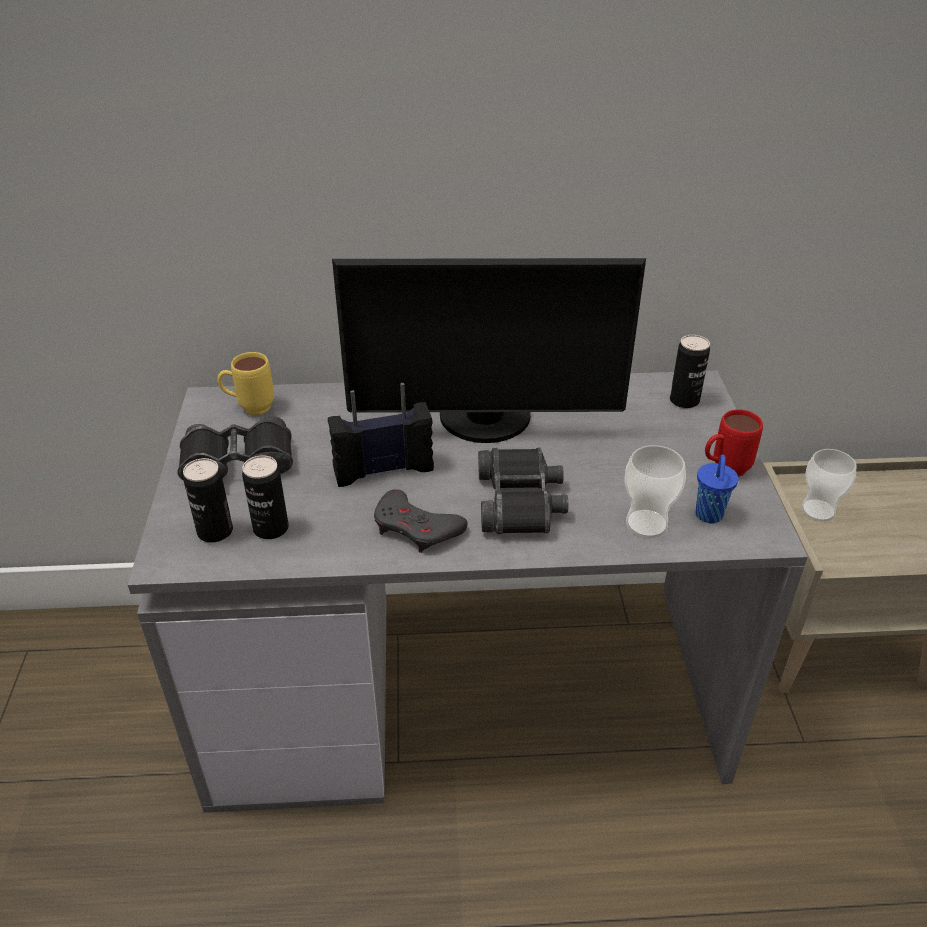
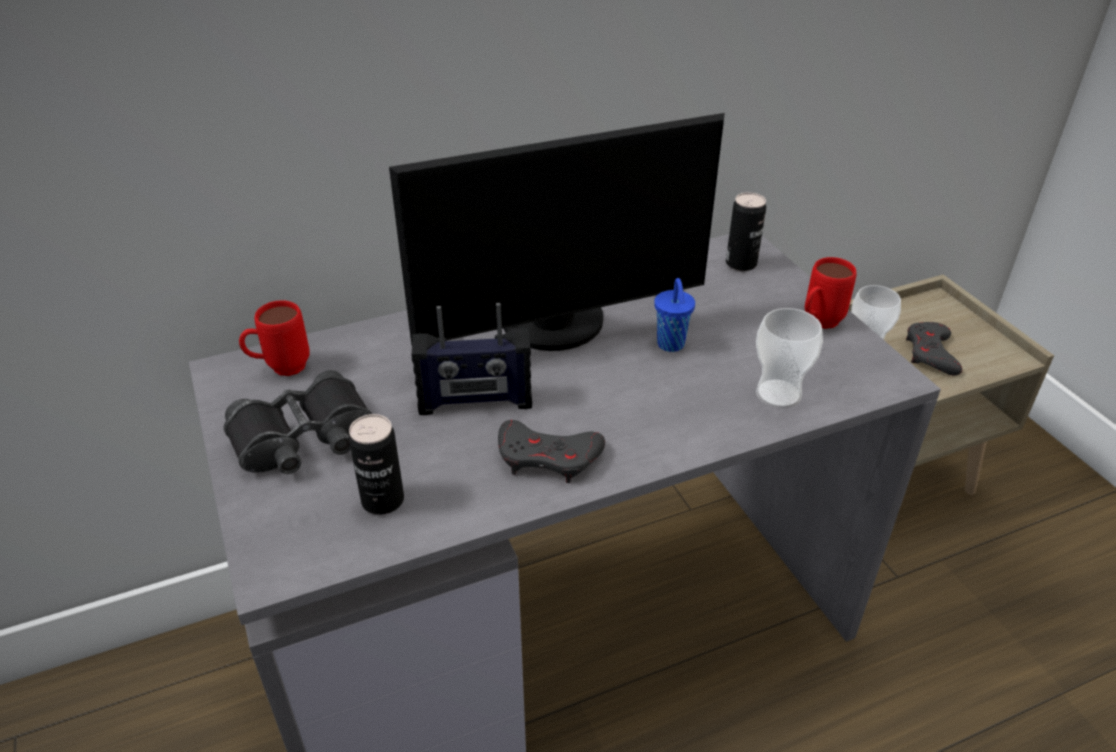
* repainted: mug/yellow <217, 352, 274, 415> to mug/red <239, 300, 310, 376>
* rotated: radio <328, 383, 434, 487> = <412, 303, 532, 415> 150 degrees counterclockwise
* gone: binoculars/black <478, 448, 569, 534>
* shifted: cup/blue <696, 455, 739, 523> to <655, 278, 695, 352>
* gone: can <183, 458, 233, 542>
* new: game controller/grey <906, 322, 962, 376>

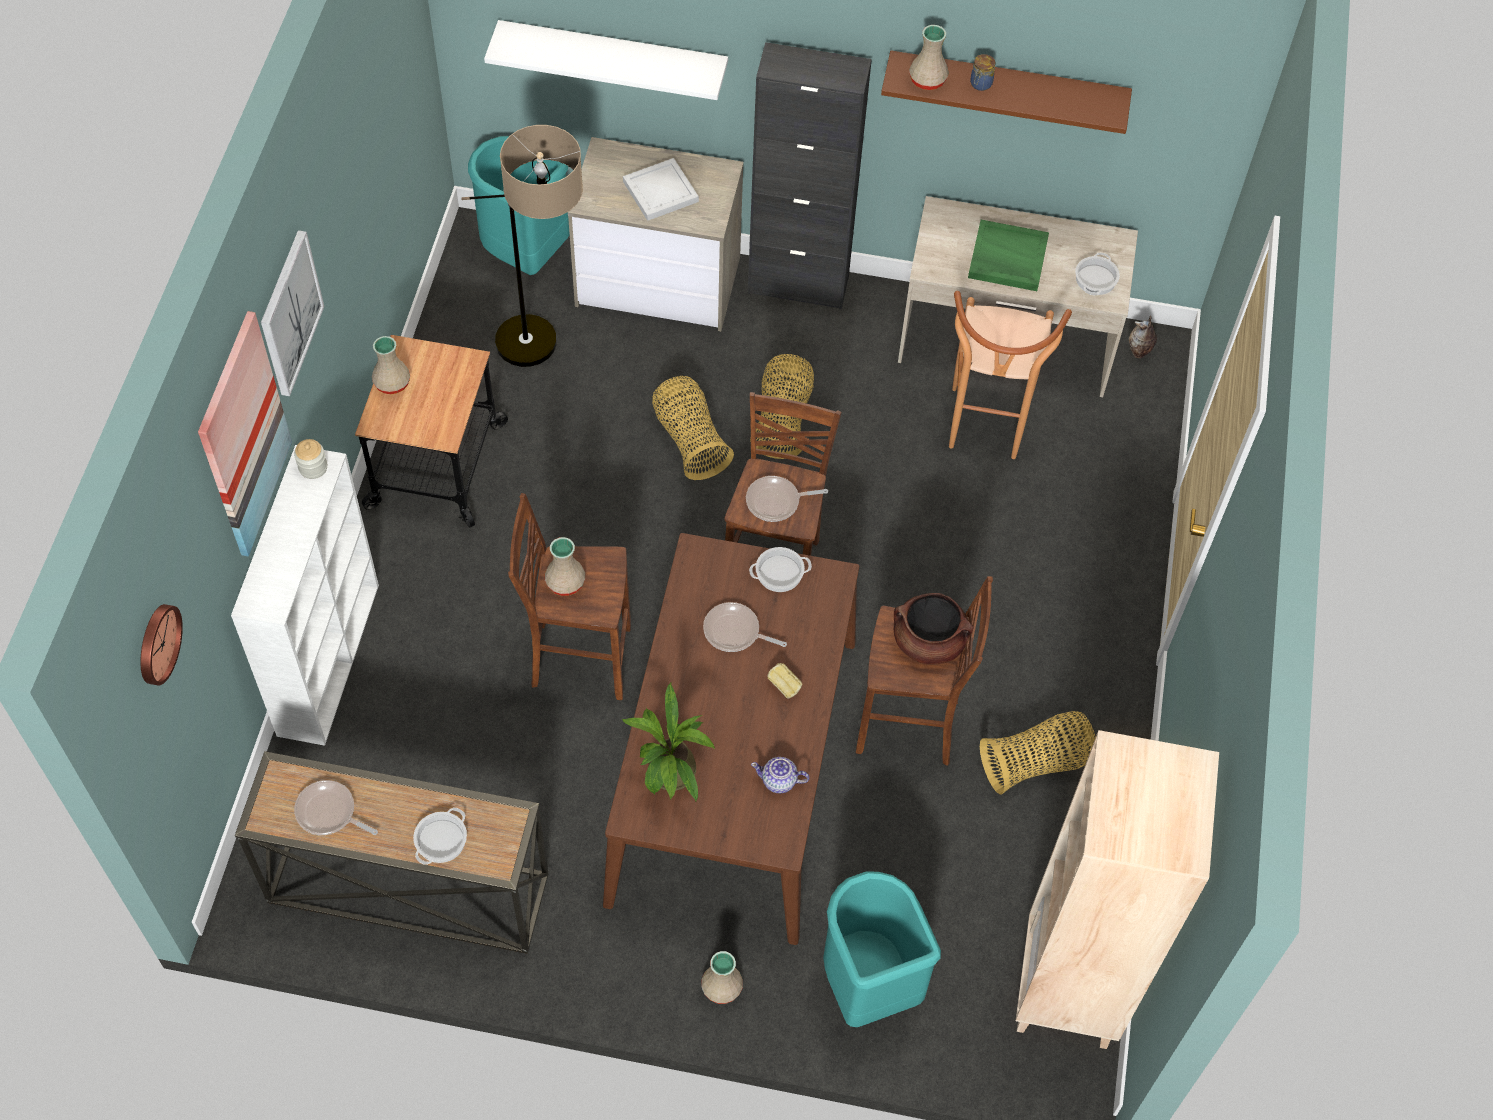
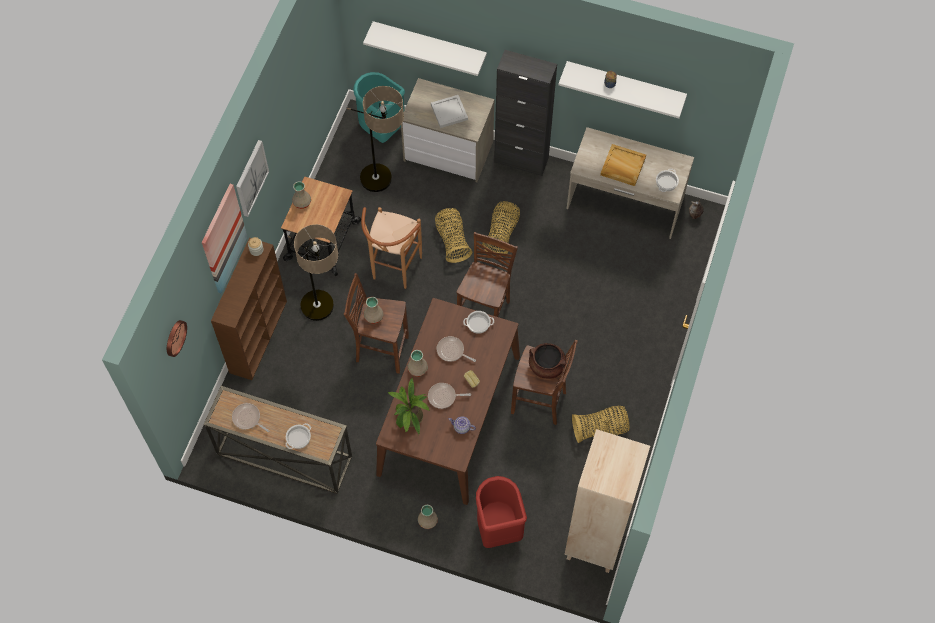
* shifted: vase/beige <909, 25, 949, 90> to <408, 350, 428, 377>
* repainted: shelf/brown <881, 50, 1132, 134> to shelf/white <558, 61, 687, 118>
* repainted: tray/green <968, 220, 1049, 291> to tray/beige <600, 144, 646, 186>
* shifted: stool/brown <949, 291, 1072, 459> to <361, 207, 422, 289>
* repainted: bookcase/white <231, 445, 379, 746> to bookcase/brown <211, 238, 287, 380>
* shifted: frying pan <746, 476, 828, 522> to <428, 383, 471, 409>
* repainted: trash can/turquoise <823, 871, 941, 1027> to trash can/red <476, 476, 527, 548>
* new: floor lamp <288, 224, 338, 321>

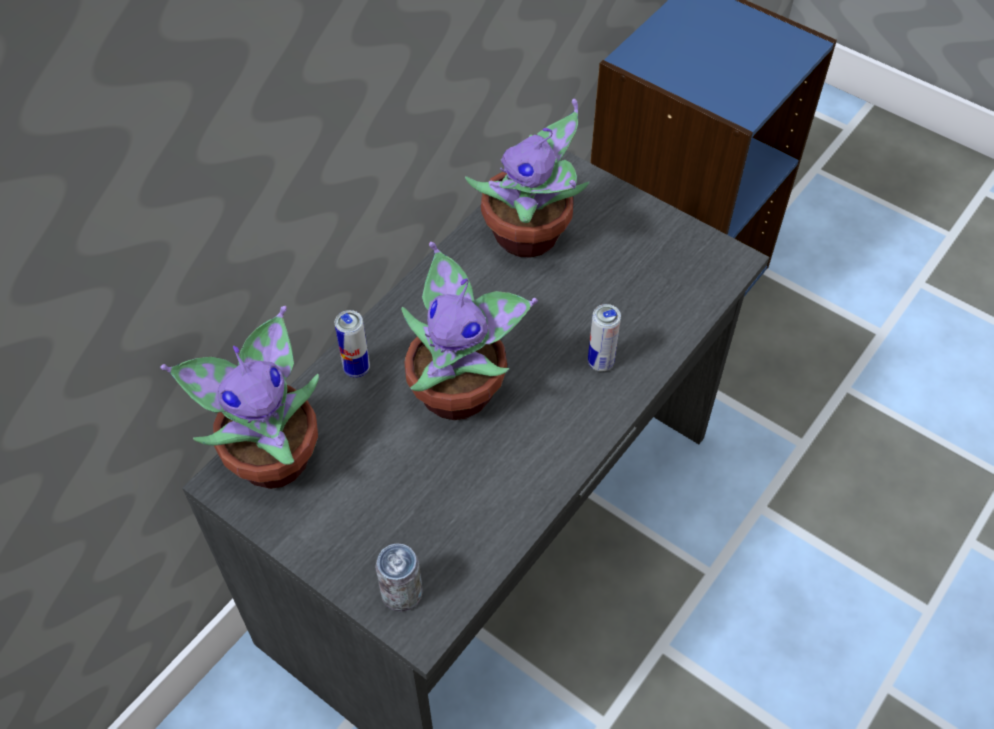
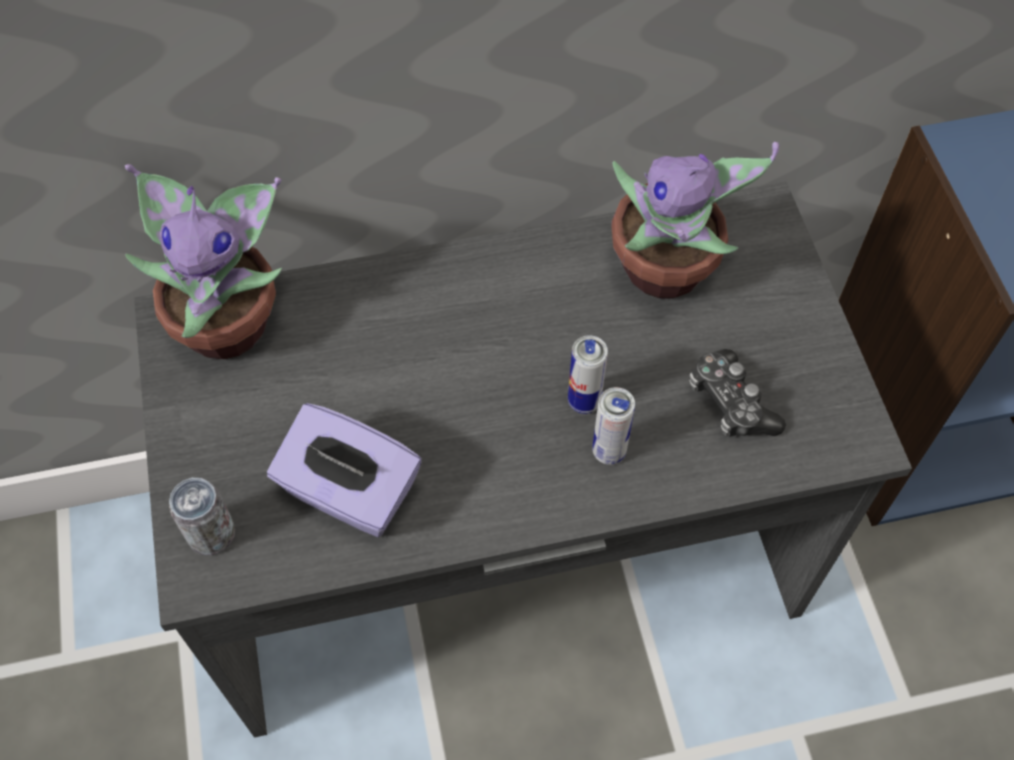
* gone: potted plant <401, 242, 538, 420>
* shifted: can <335, 310, 370, 378> to <568, 335, 608, 414>
* new: game controller <689, 349, 786, 437>
* new: tissue box/purple <267, 403, 421, 537>

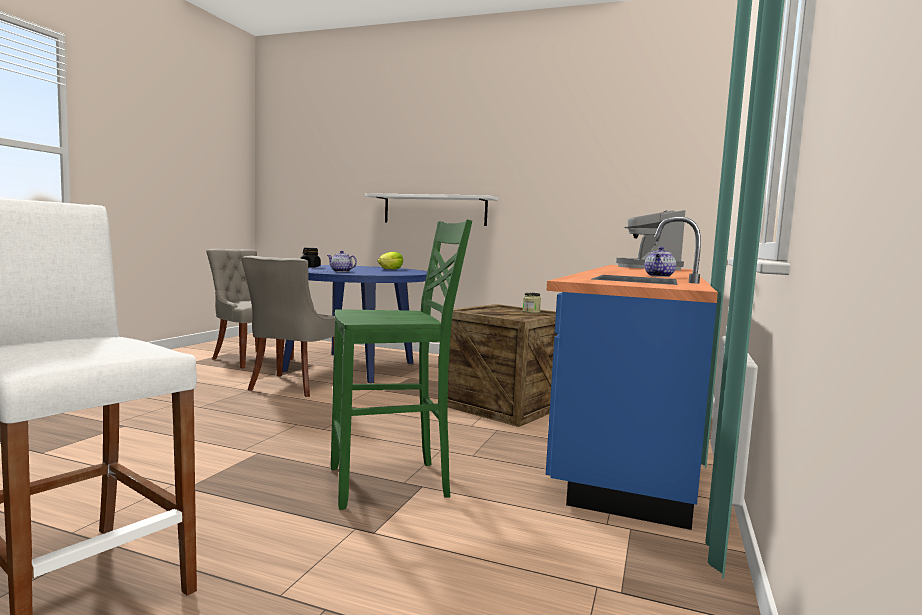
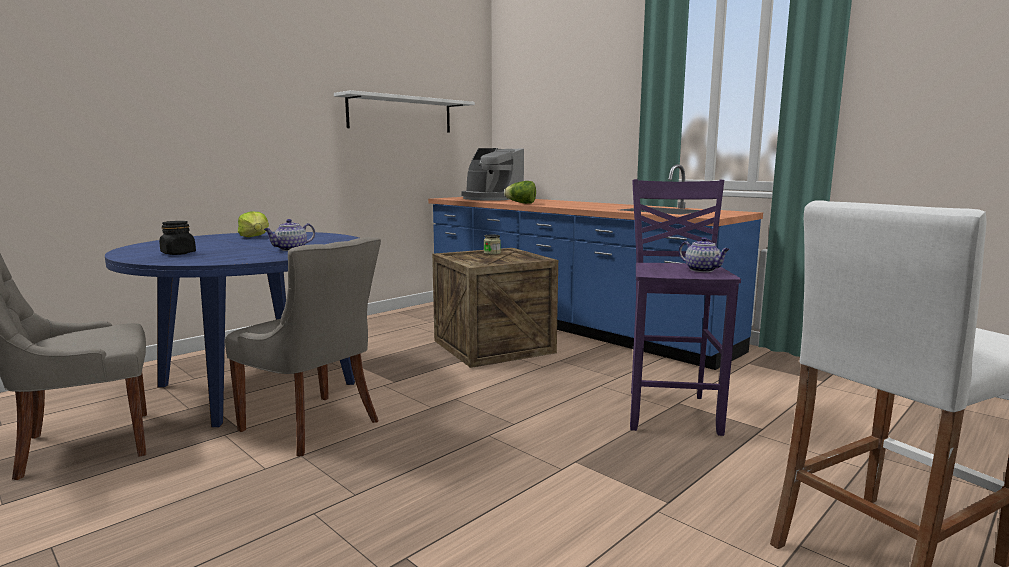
* shifted: shelf/white <365, 193, 498, 226> to <334, 90, 475, 133>
* repainted: stool/green <331, 219, 472, 510> to stool/purple <630, 179, 741, 436>
* shifted: teapot <644, 247, 676, 277> to <679, 237, 730, 272>
* new: lettuce <504, 181, 536, 204>

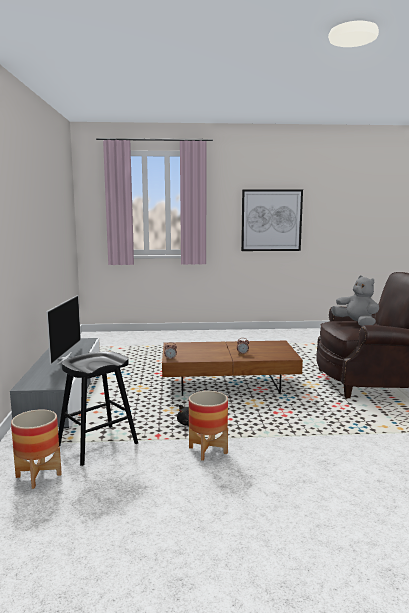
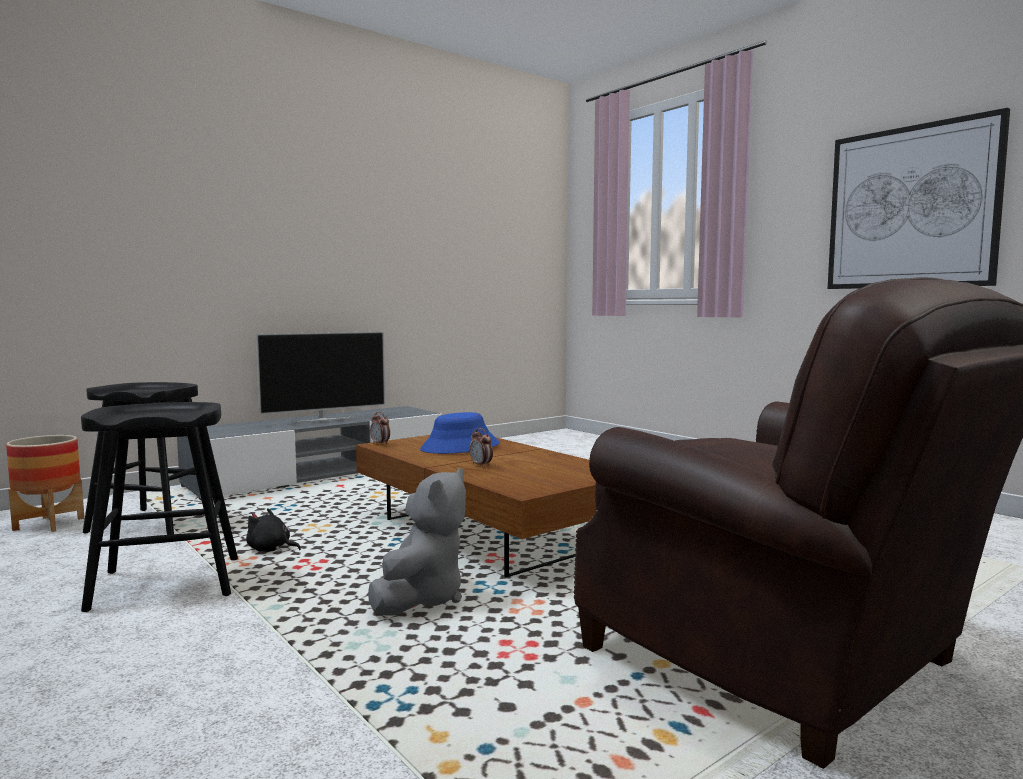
* shifted: plush toy/grey <331, 275, 379, 326> to <368, 468, 466, 615>
* swapped: planter <189, 391, 228, 461> to stool/black <81, 402, 238, 612>
* new: hat/blue <420, 412, 500, 454>

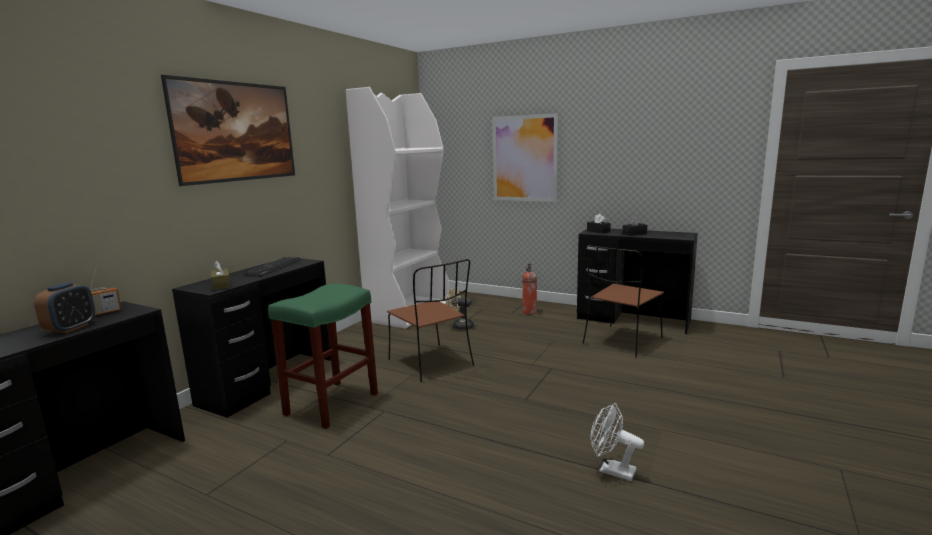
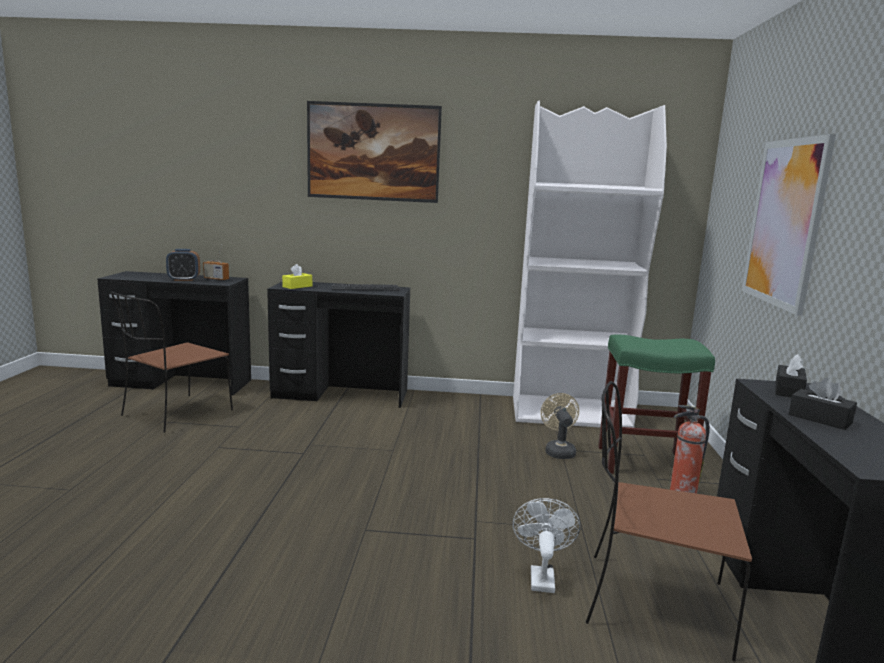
* shifted: chair/brown <387, 259, 474, 382> to <111, 292, 233, 433>
* repainted: tissue box/brown <211, 261, 231, 290> to tissue box/yellow <282, 264, 312, 289>
* shifted: stool/green <268, 284, 378, 429> to <598, 334, 715, 474>
* shifted: fan/white <591, 403, 644, 481> to <513, 498, 580, 593>

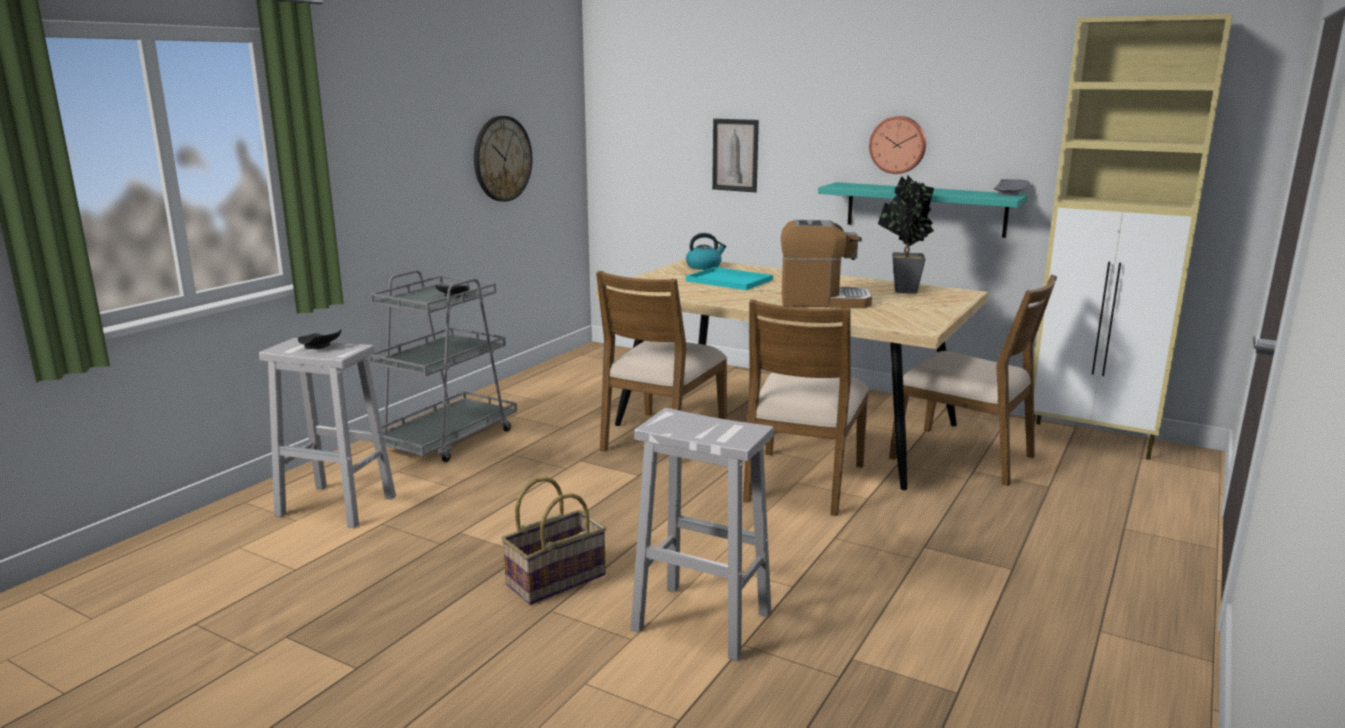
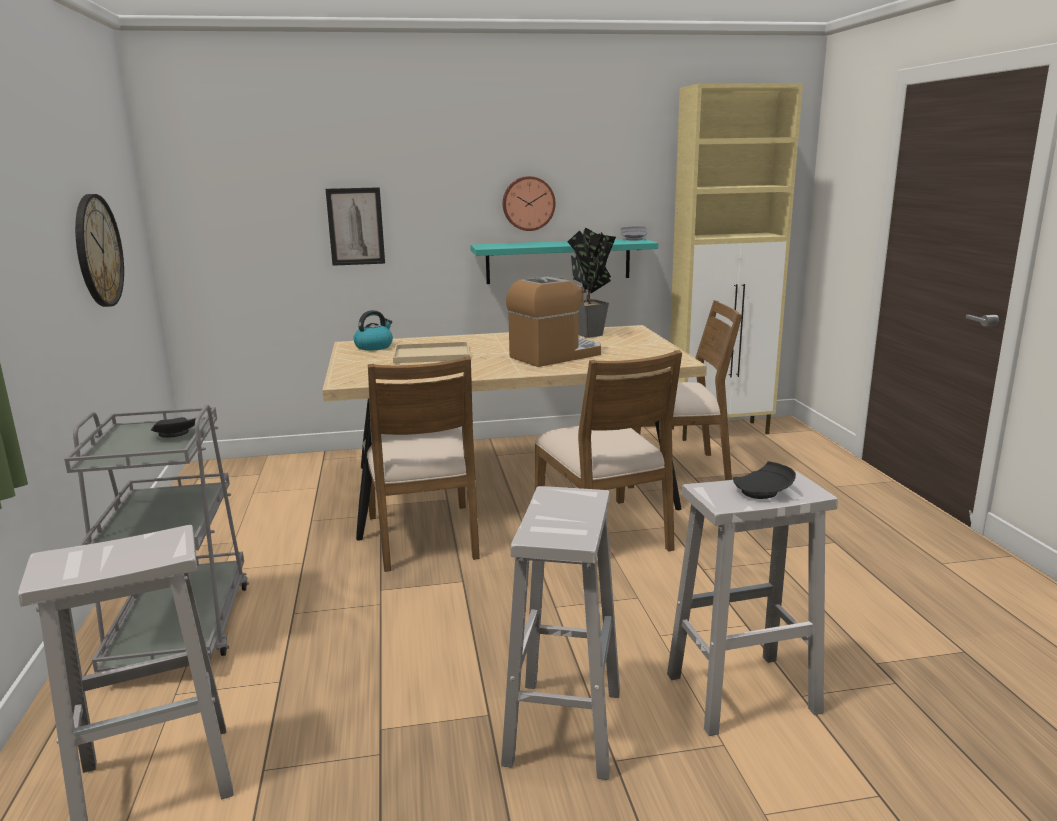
* repainted: tray/turquoise <686, 267, 773, 290> to tray/beige <393, 342, 470, 363>
* shifted: plate/black <298, 329, 341, 349> to <732, 461, 796, 499>
* swapped: basket <501, 477, 606, 605> to stool/white <501, 486, 620, 780>

